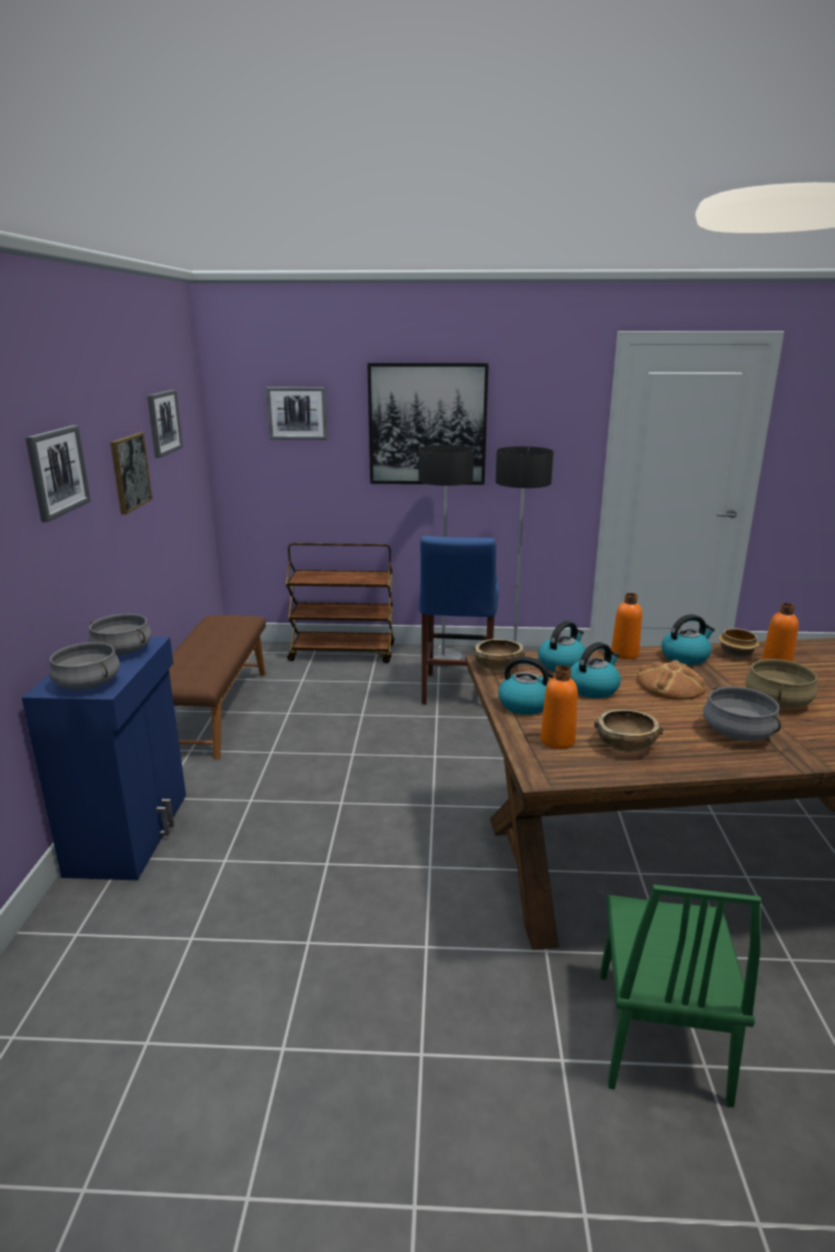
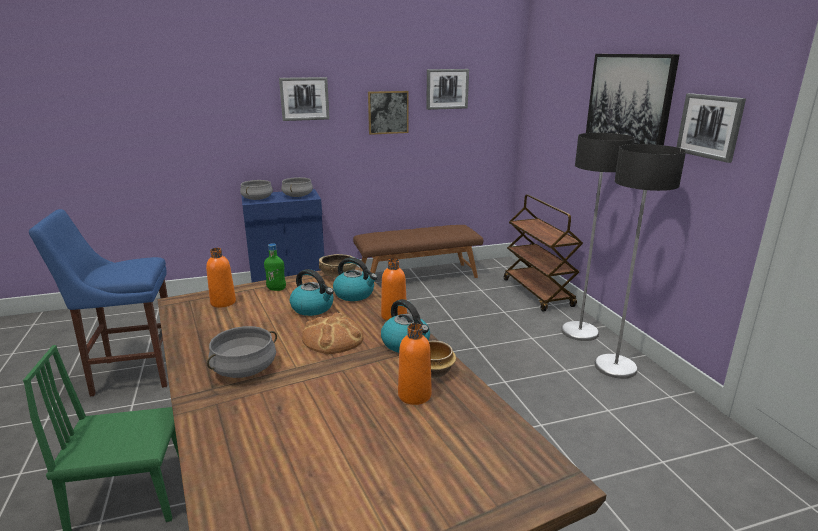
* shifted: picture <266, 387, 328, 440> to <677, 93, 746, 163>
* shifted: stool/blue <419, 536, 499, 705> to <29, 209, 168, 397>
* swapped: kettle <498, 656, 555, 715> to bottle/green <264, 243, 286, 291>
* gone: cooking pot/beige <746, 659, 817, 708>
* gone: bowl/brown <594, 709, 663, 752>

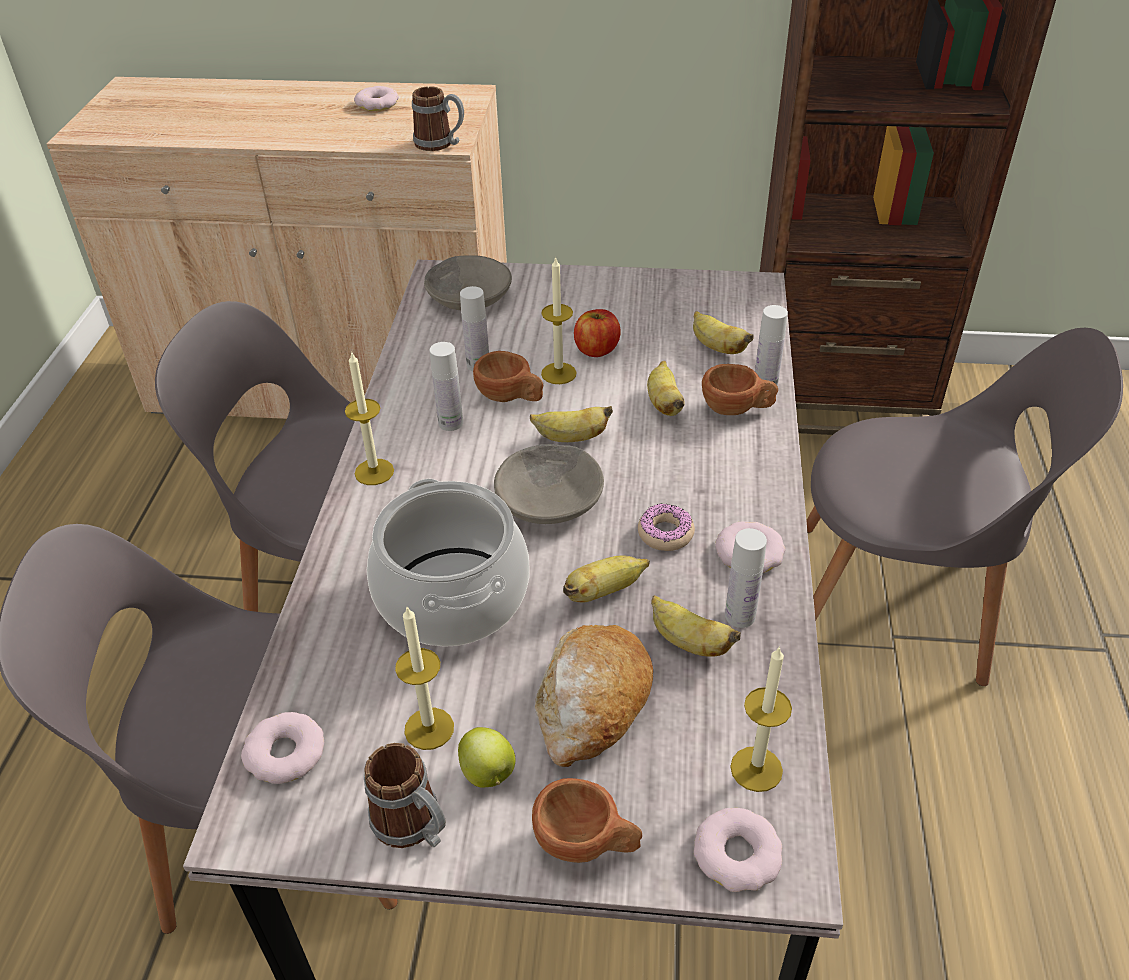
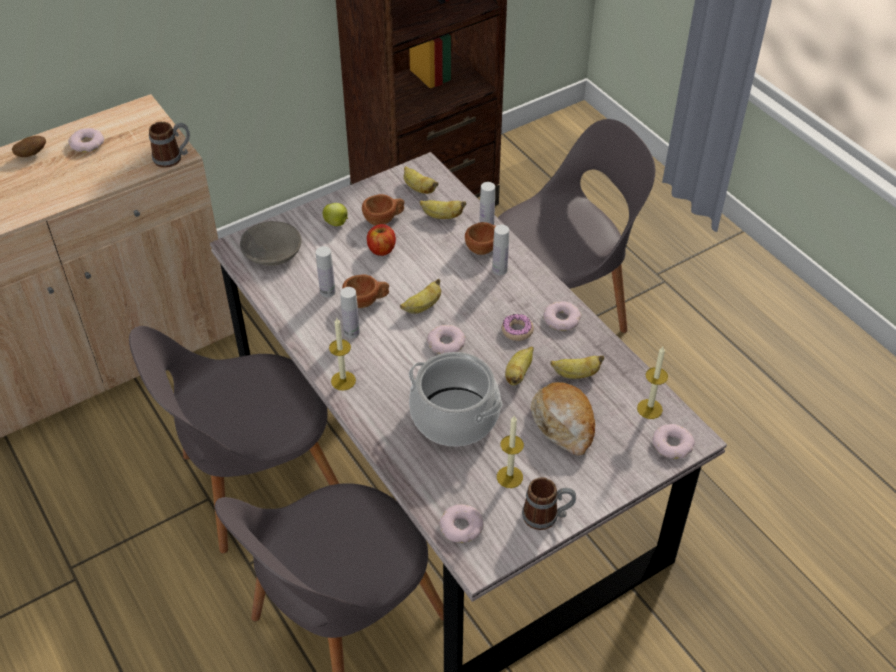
* gone: candle <541, 256, 577, 384>
* shifted: banana <647, 361, 685, 416> to <404, 166, 438, 194>
* swapped: bowl/grey <494, 444, 604, 524> to donut <427, 325, 465, 354>
* shifted: bottle/white <725, 528, 767, 628> to <492, 225, 509, 275>
* shifted: apple <458, 727, 515, 788> to <323, 203, 348, 226>
* shifted: cup/brown <532, 778, 642, 863> to <362, 194, 404, 226>
* new: potato <12, 136, 46, 157>

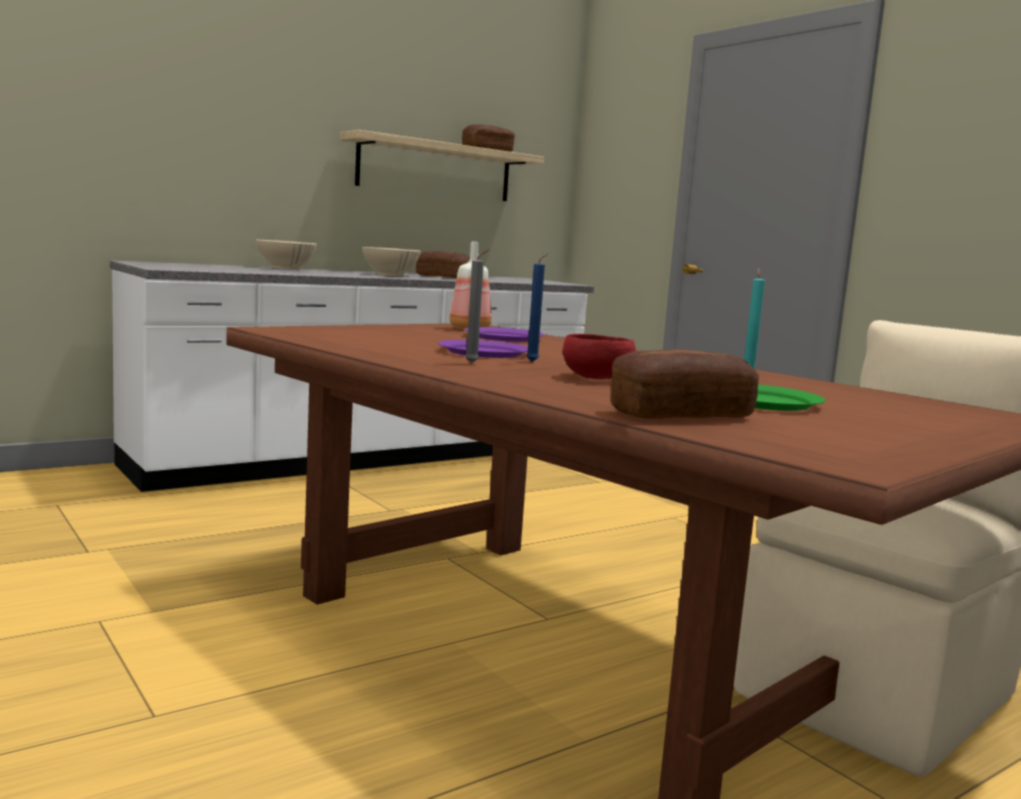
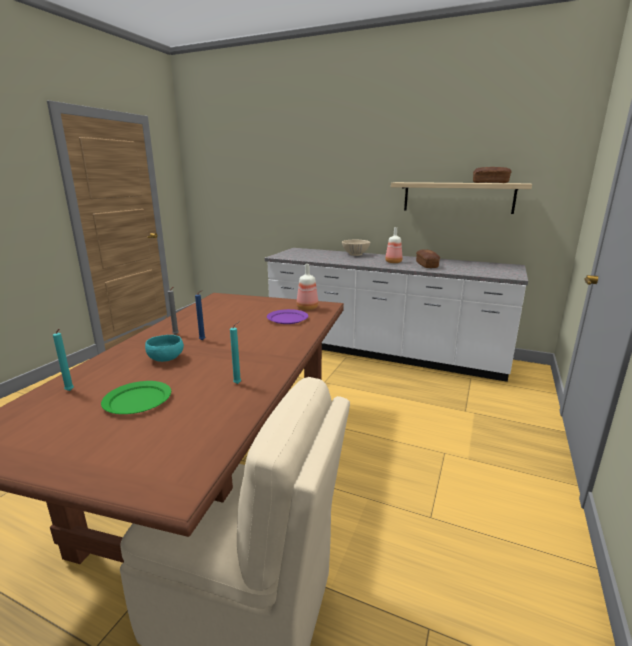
* swapped: bowl/beige <362, 247, 421, 276> to bottle <385, 227, 402, 263>
* repainted: bowl/red <563, 334, 636, 379> to bowl/turquoise <145, 335, 184, 362>
* gone: plate/purple <438, 340, 528, 358>
* swapped: bread <611, 349, 759, 419> to candle/turquoise <53, 329, 74, 391>

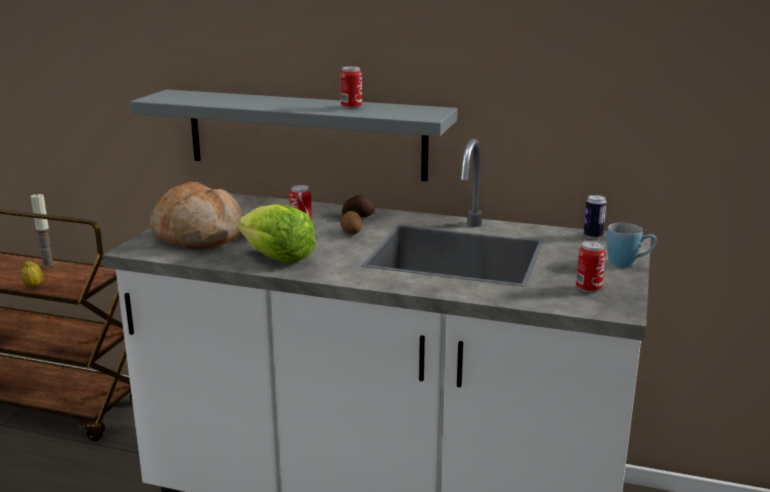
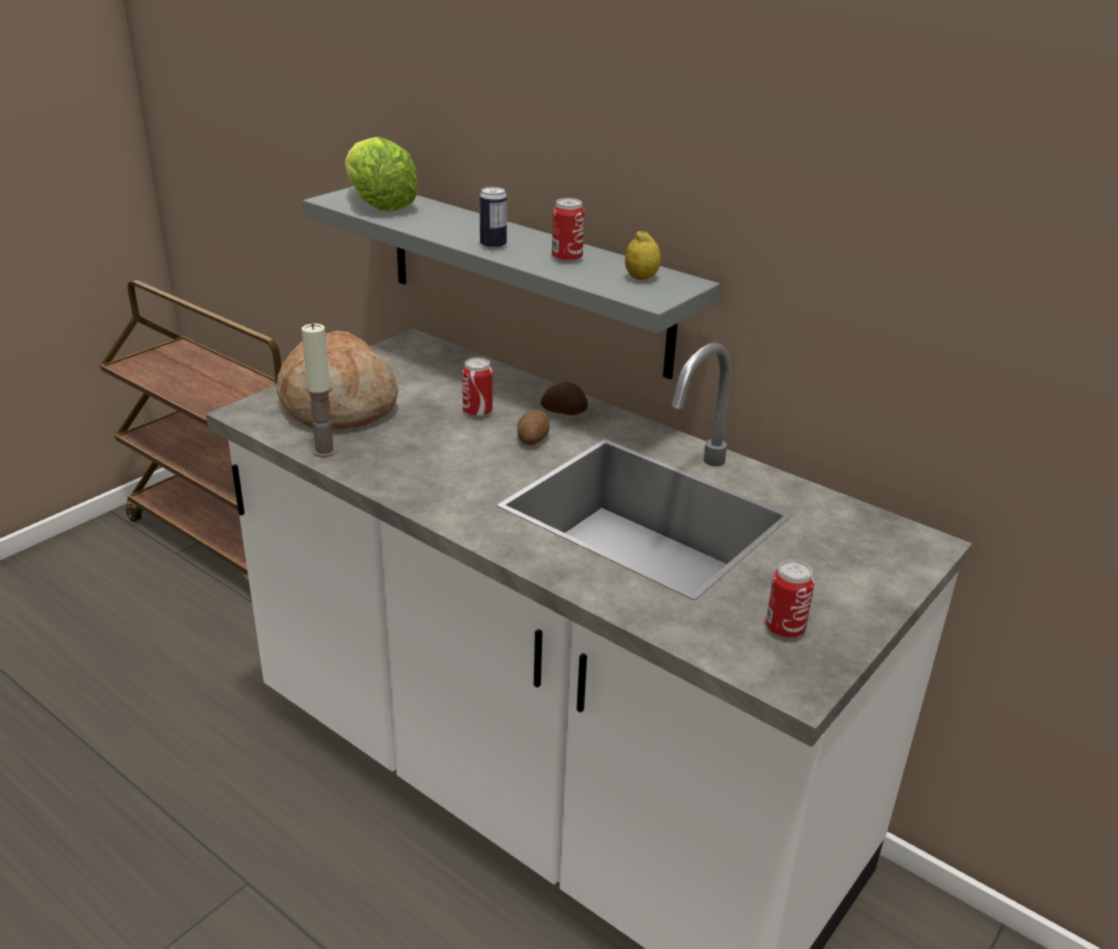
* shifted: candle <31, 193, 55, 267> to <302, 323, 337, 457>
* shifted: can <584, 195, 607, 239> to <480, 187, 507, 249>
* shifted: lettuce <237, 204, 316, 263> to <345, 137, 419, 212>
* gone: mug/blue <607, 223, 657, 268>
* shifted: lemon <21, 261, 44, 287> to <625, 230, 661, 280>

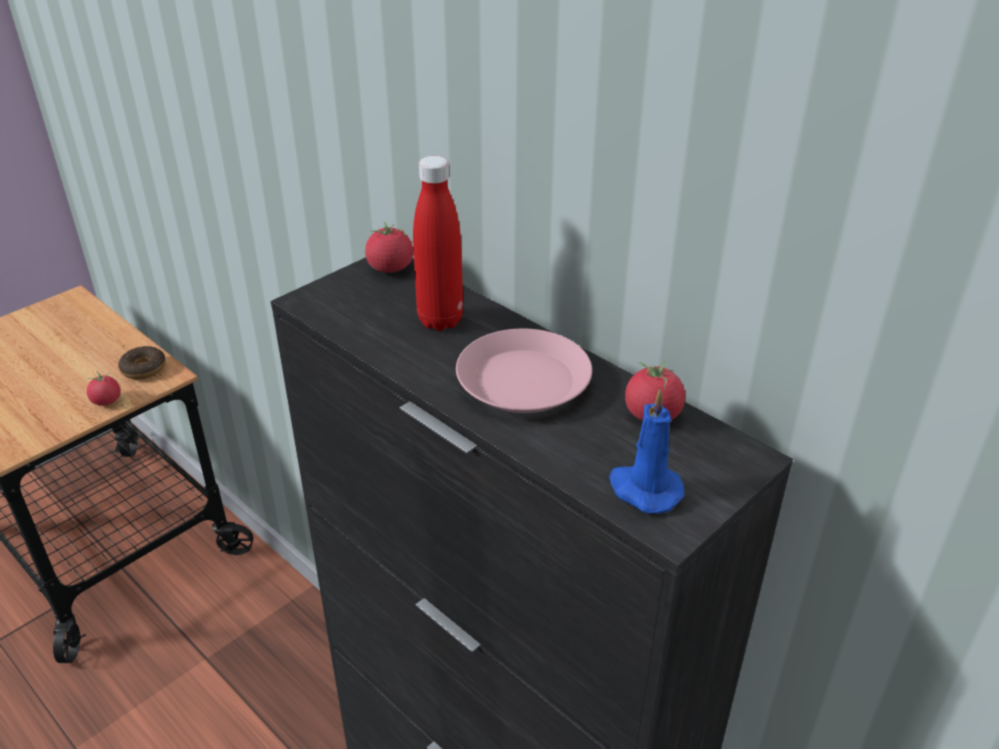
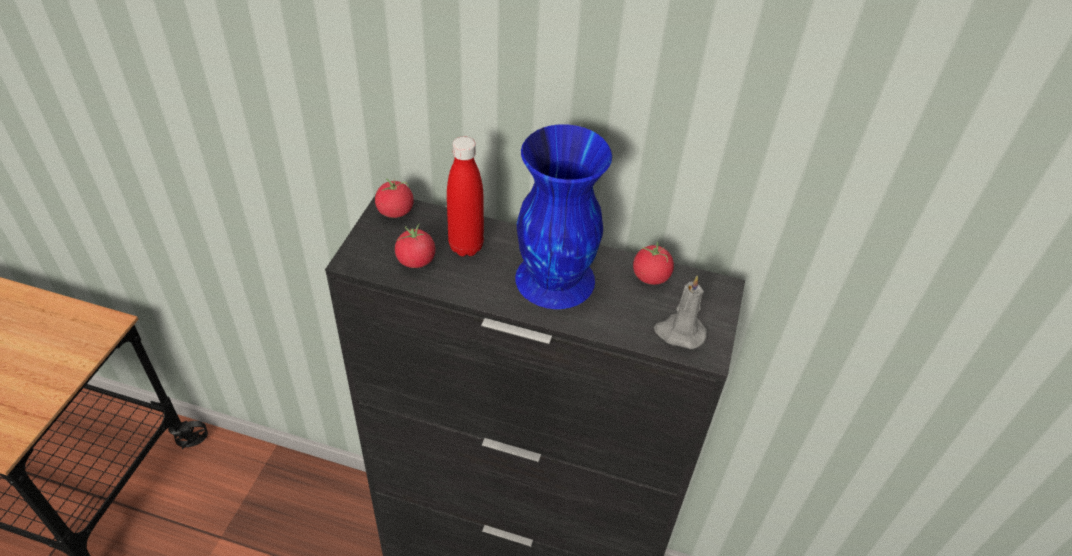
* swapped: plate/pink <456, 329, 592, 413> to vase/blue <515, 124, 612, 309>
* gone: donut <118, 346, 166, 379>
* shifted: tomato <86, 371, 121, 406> to <395, 224, 435, 268>
* repainted: candle/blue <609, 389, 685, 514> to candle/grey <654, 275, 707, 349>

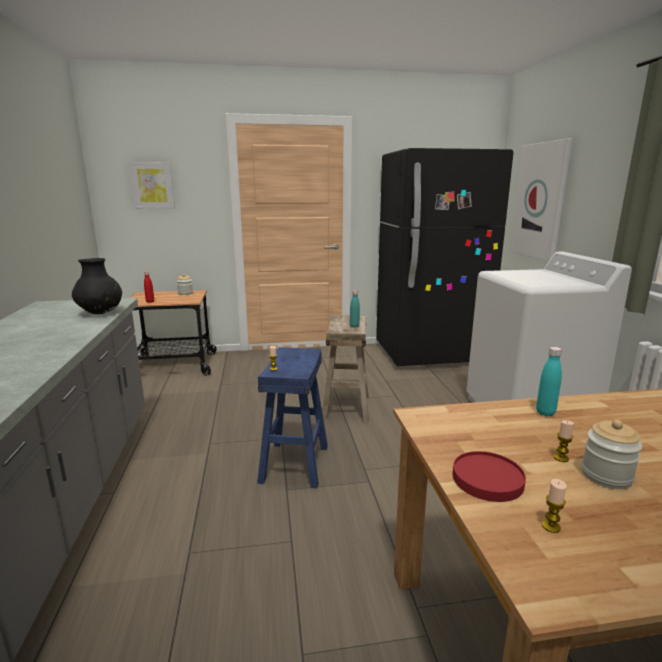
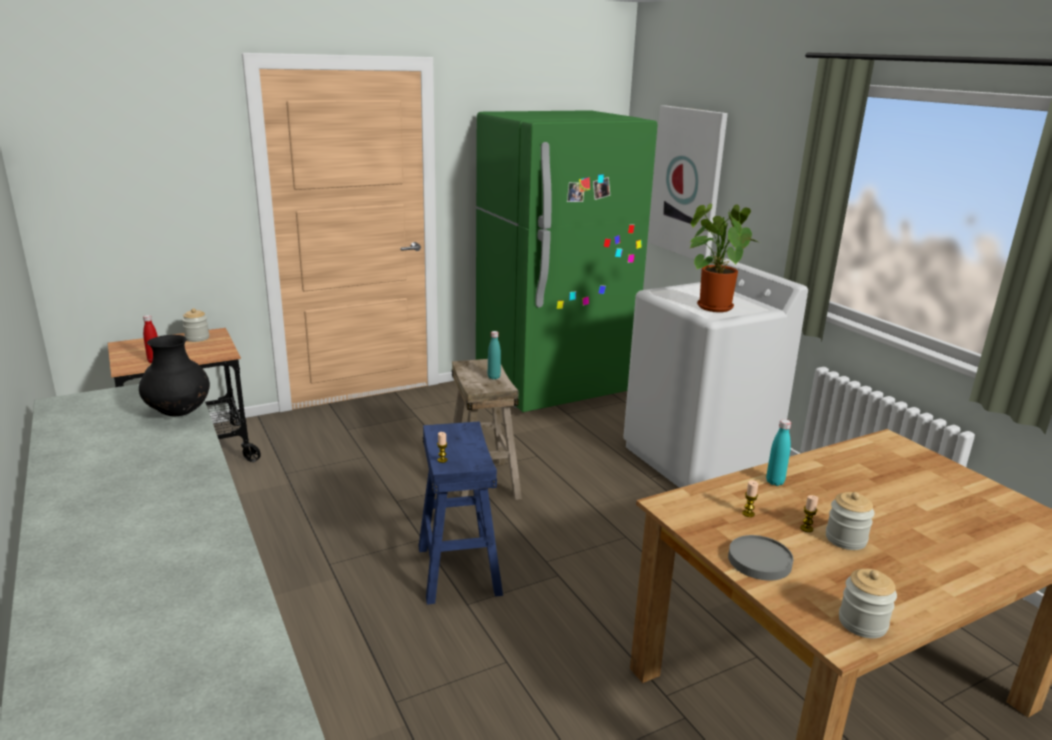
* repainted: fridge/black <376, 148, 514, 366> to fridge/green <476, 110, 658, 412>
* gone: picture <129, 162, 175, 209>
* repainted: plate/red <453, 451, 526, 502> to plate/grey <728, 535, 793, 581>
* shifted: candle <542, 479, 567, 533> to <742, 480, 758, 517>
* new: potted plant <690, 204, 760, 312>
* new: jar <839, 569, 897, 638>

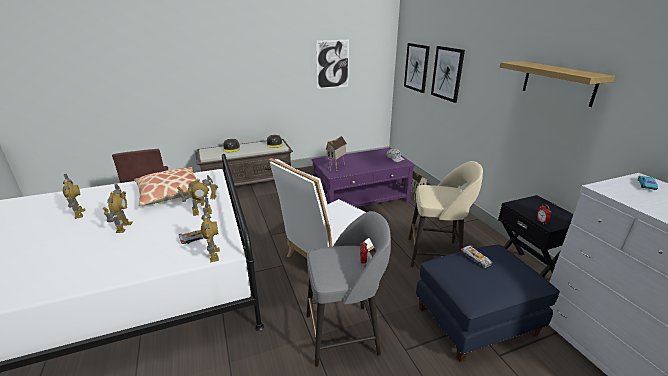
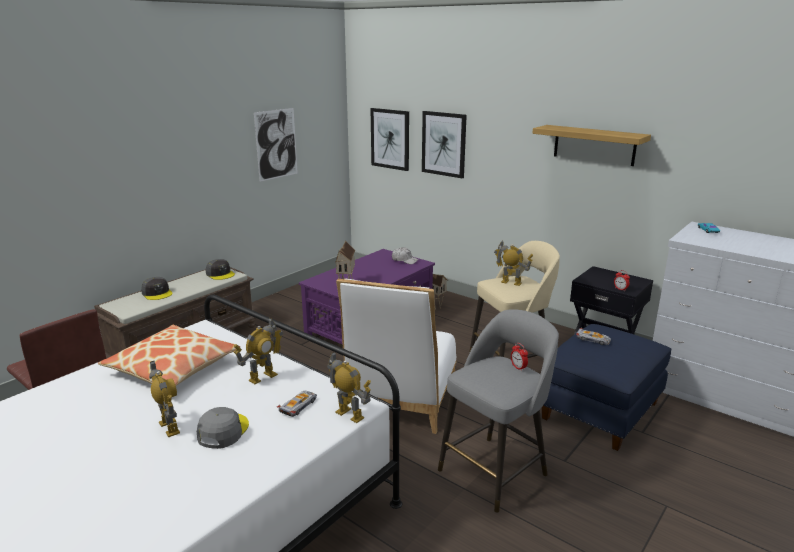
* shifted: toy robot <63, 174, 85, 219> to <494, 240, 533, 286>
* new: cap/grey <197, 407, 249, 449>

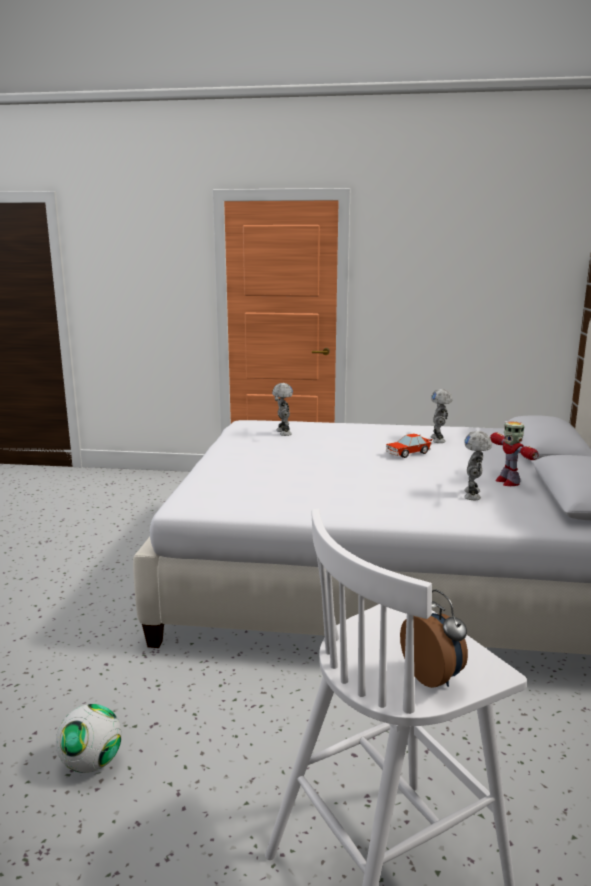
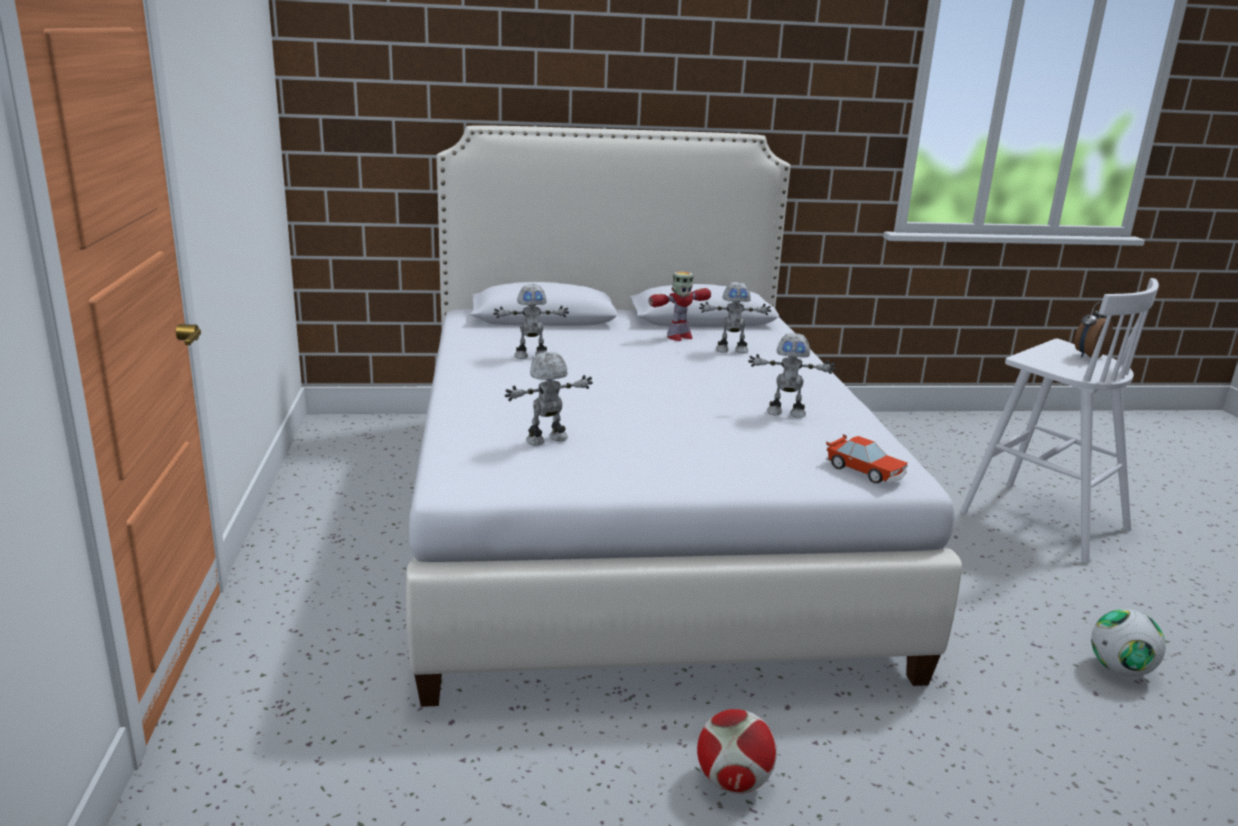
* shifted: toy car <386, 433, 432, 458> to <826, 434, 908, 484>
* new: toy robot <748, 333, 836, 418>
* new: football <697, 709, 777, 793>

